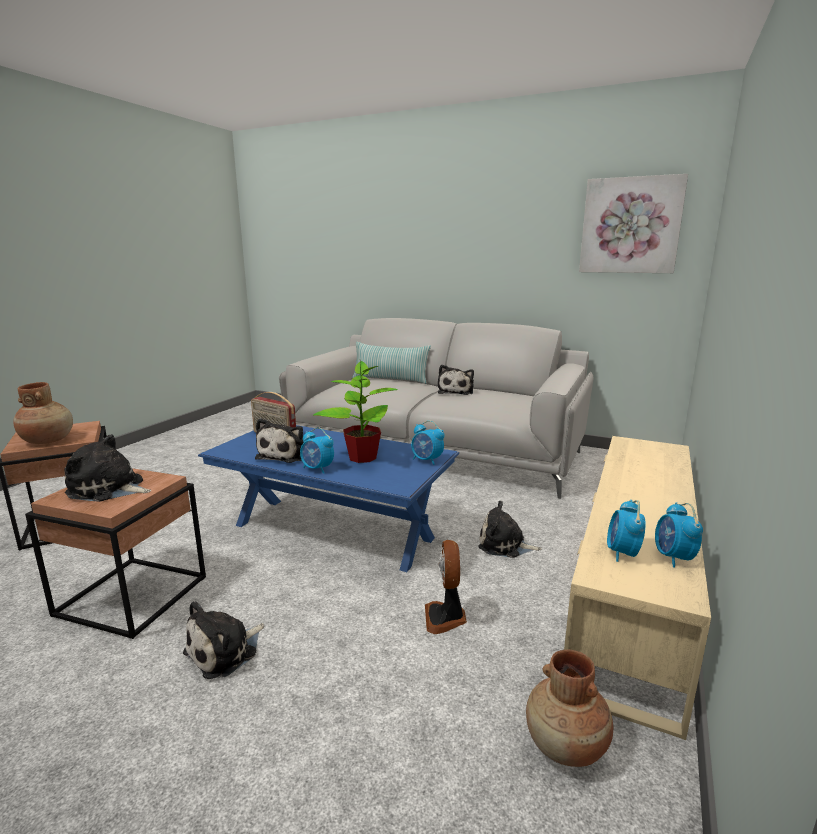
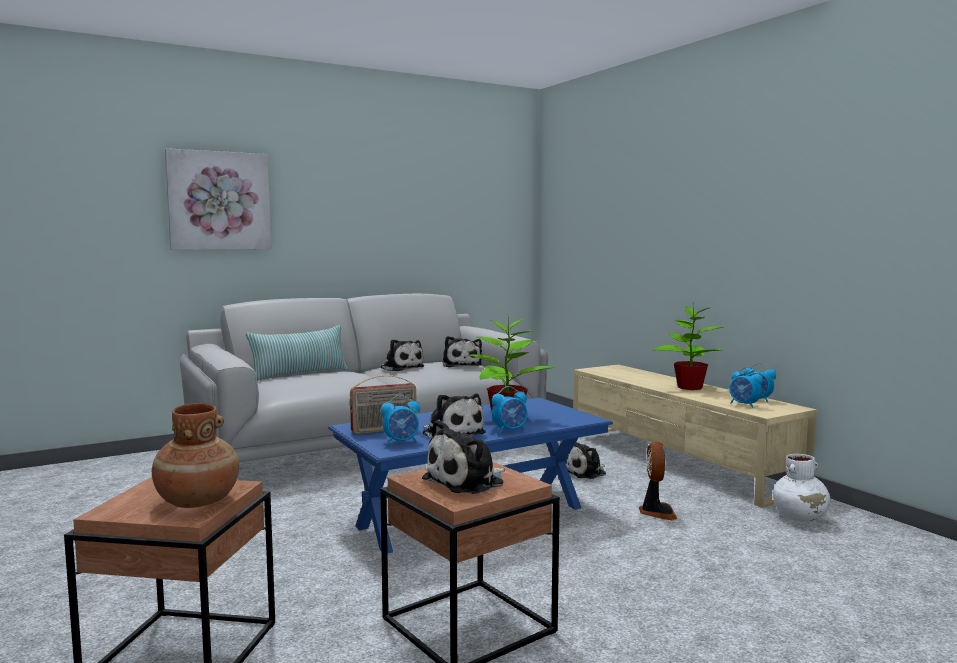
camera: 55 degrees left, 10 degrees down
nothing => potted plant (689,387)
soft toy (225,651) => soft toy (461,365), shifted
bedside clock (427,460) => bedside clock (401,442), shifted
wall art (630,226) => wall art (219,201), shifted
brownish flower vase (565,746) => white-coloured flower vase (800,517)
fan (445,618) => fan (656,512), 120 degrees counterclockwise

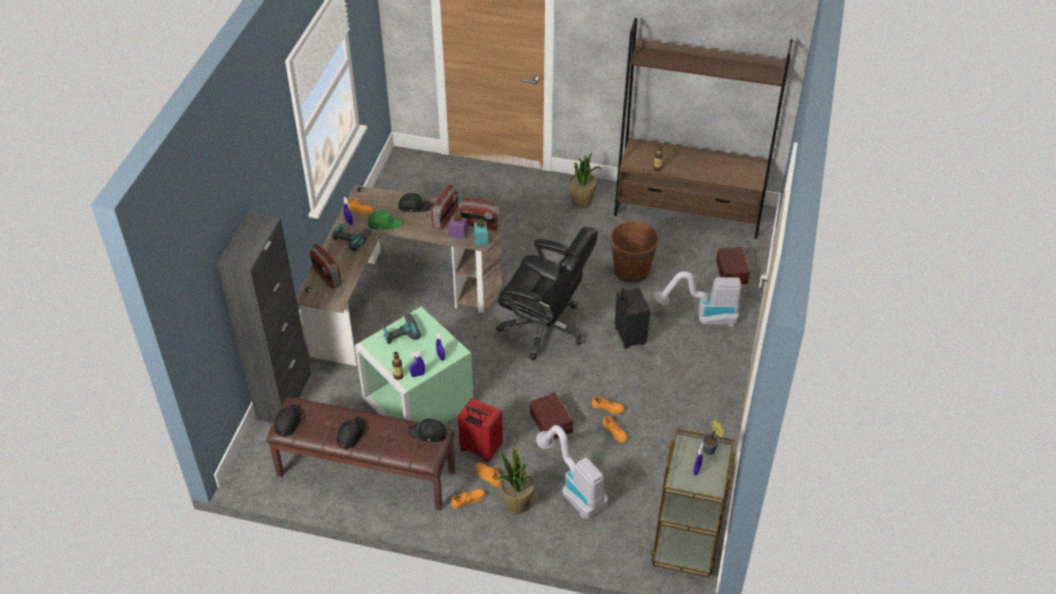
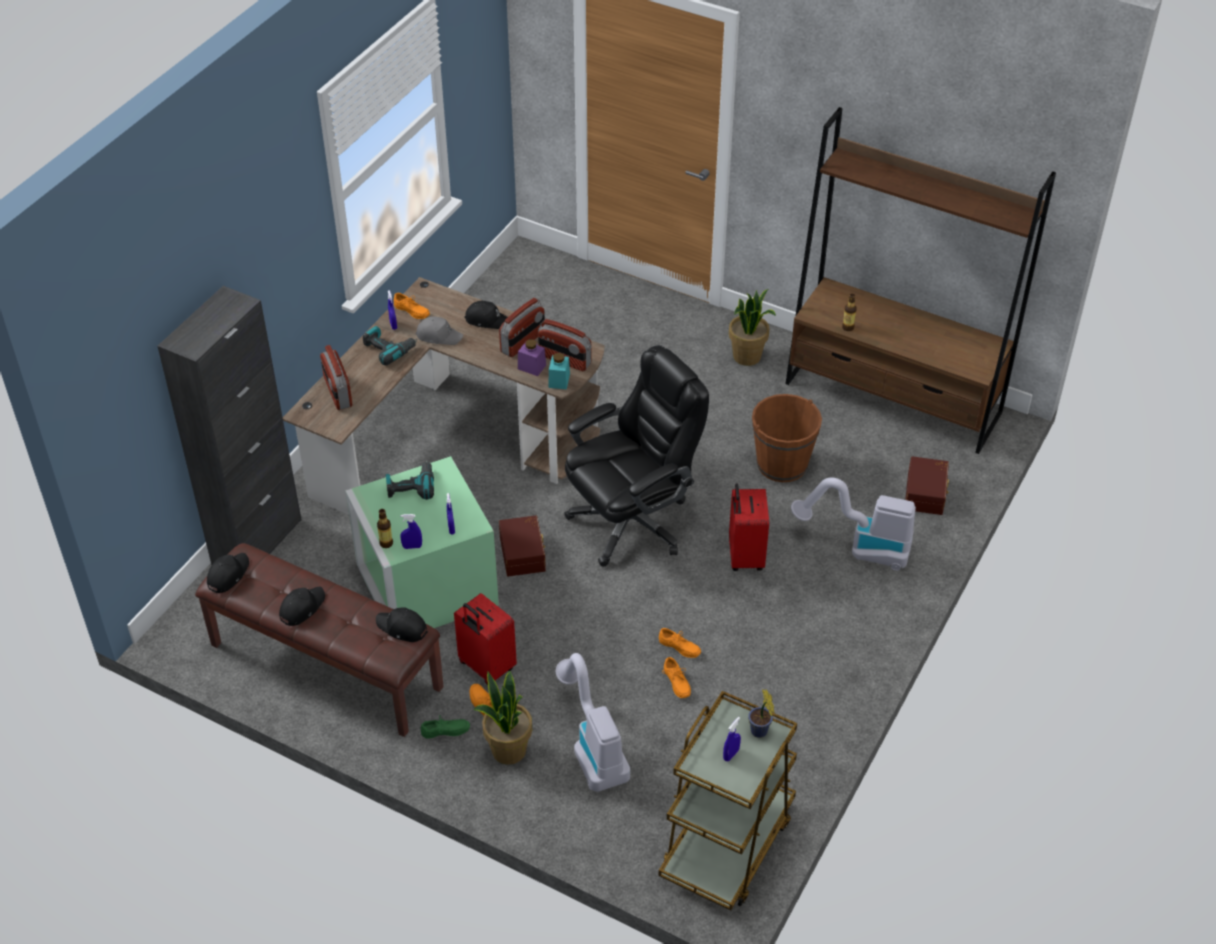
camera: 15 degrees right, 0 degrees up
brownish storage container (552,422) => brownish storage container (524,553), shifted
greenish cap (384,223) => grey cap (439,335)
orangey shoe (468,501) => greenish shoe (446,732)
black travel case (629,337) => red travel case (744,556)
black desk chair (544,328) => black desk chair (632,521), 75 degrees counterclockwise

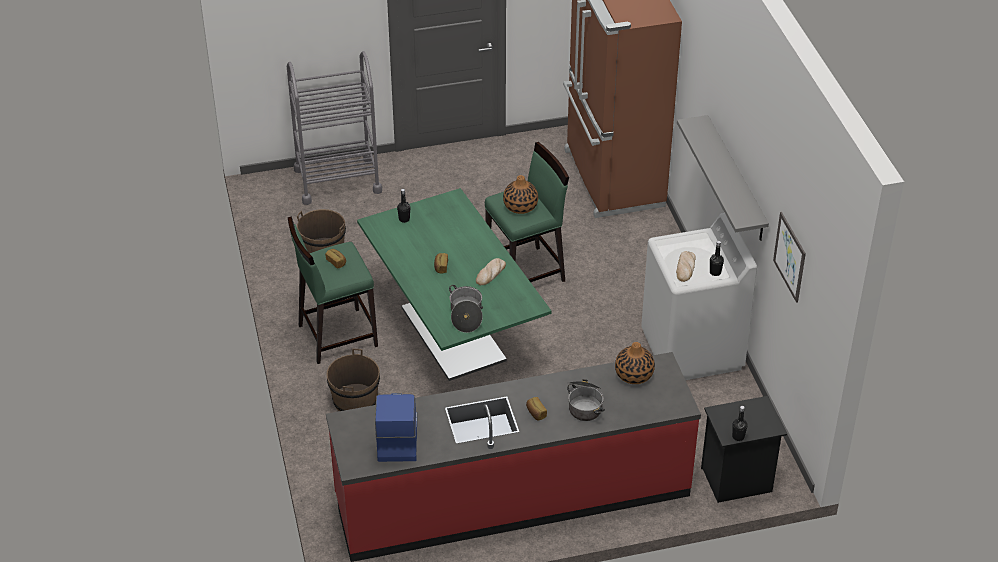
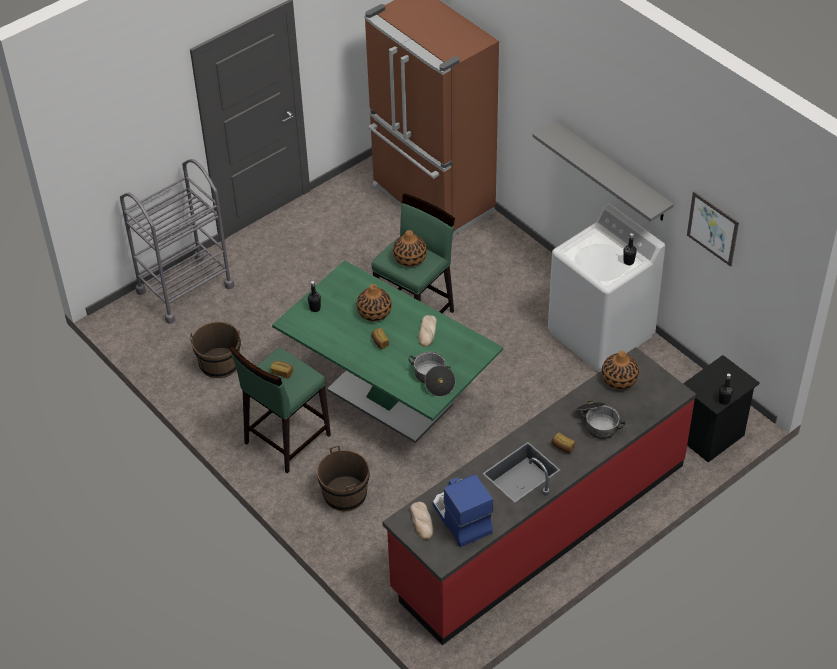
camera: 25 degrees left, 5 degrees up
nothing => flower vase (374,313)
bread (685,268) => bread (422,521), shifted

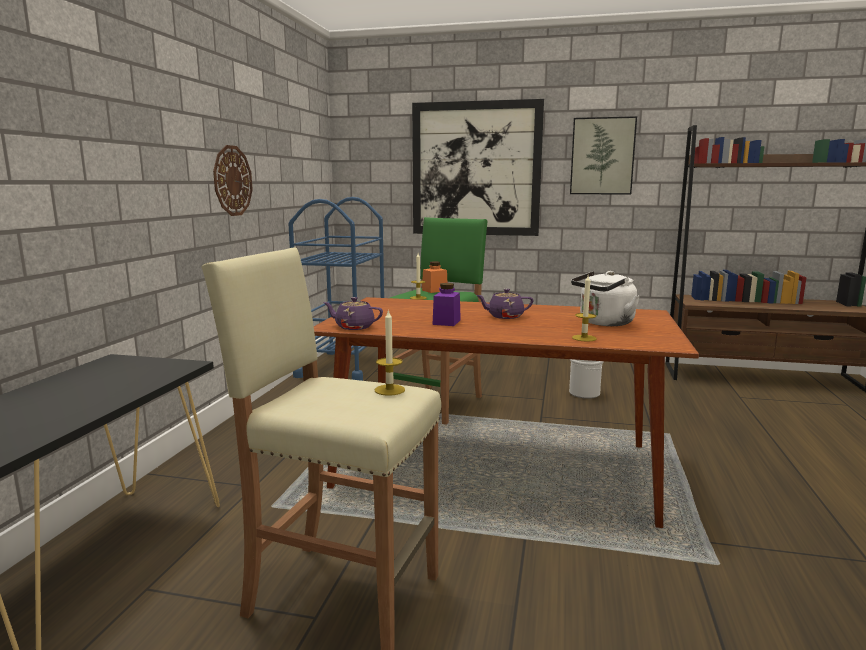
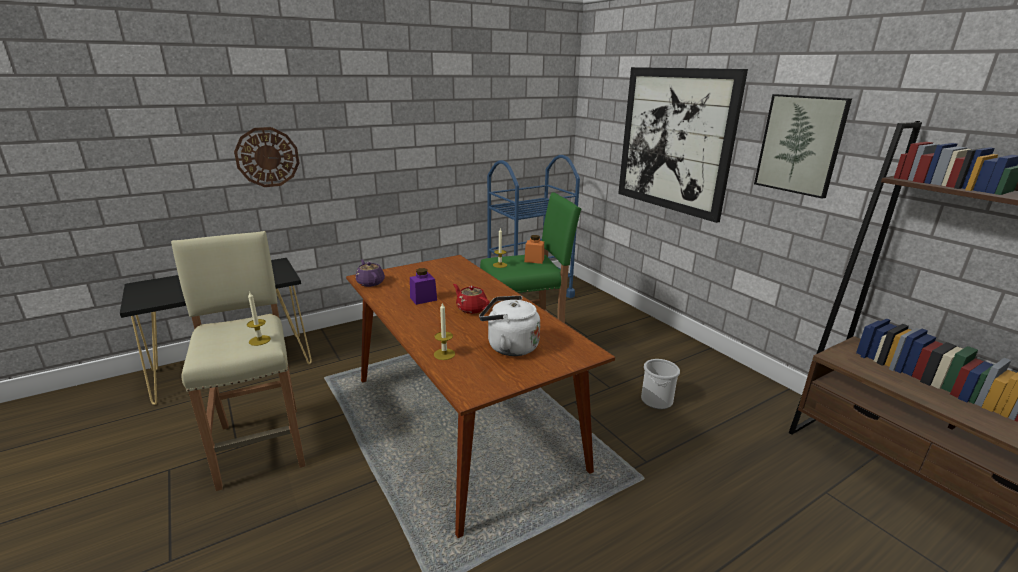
camera: 45 degrees right, 10 degrees up
clock on the wall (232,181) => clock on the wall (267,157), shifted
purple teapot (504,316) => red teapot (471,308)

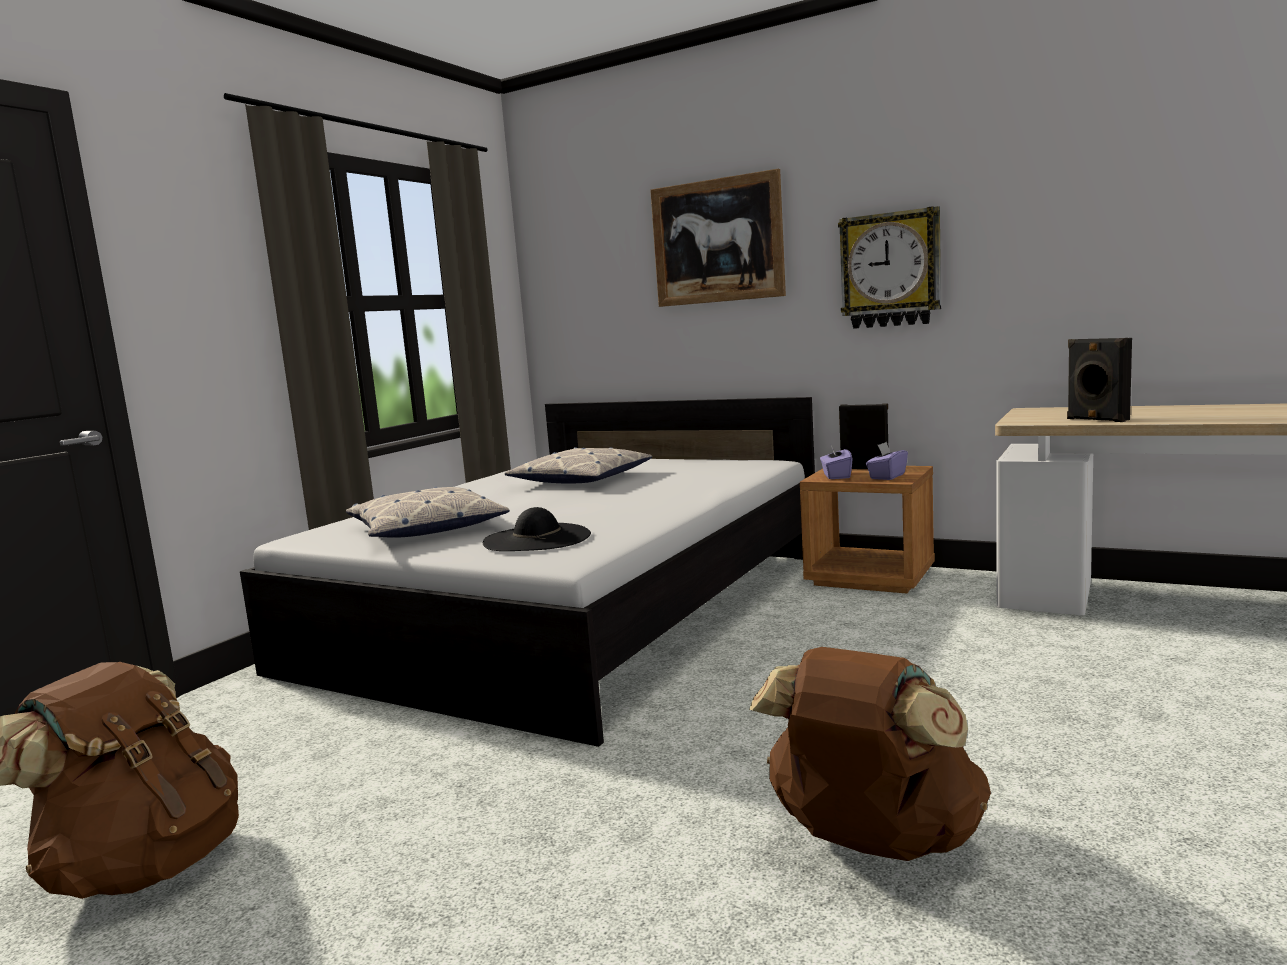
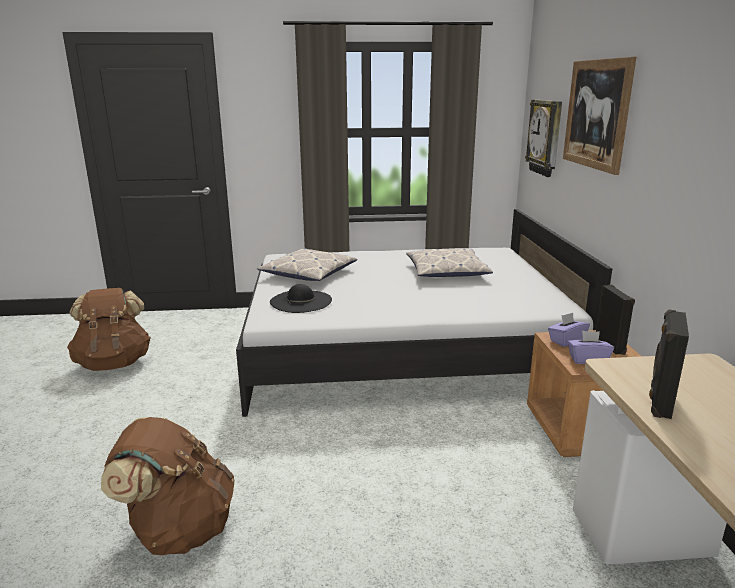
camera: 55 degrees right, 10 degrees up
clock on the wall (890,270) => clock on the wall (546,137), shifted

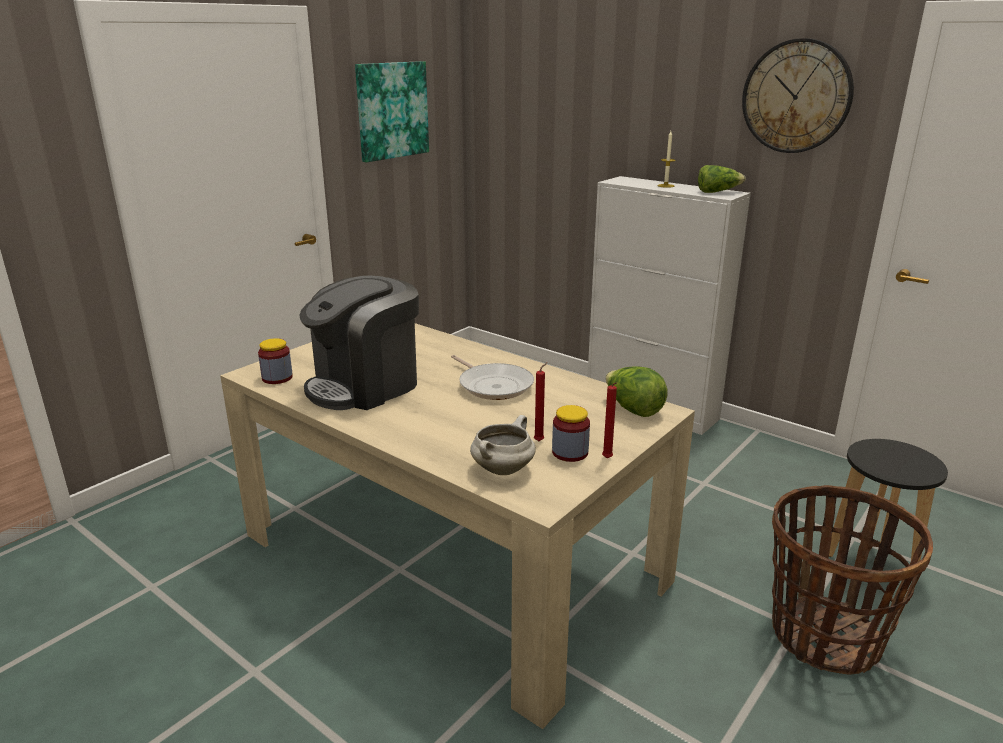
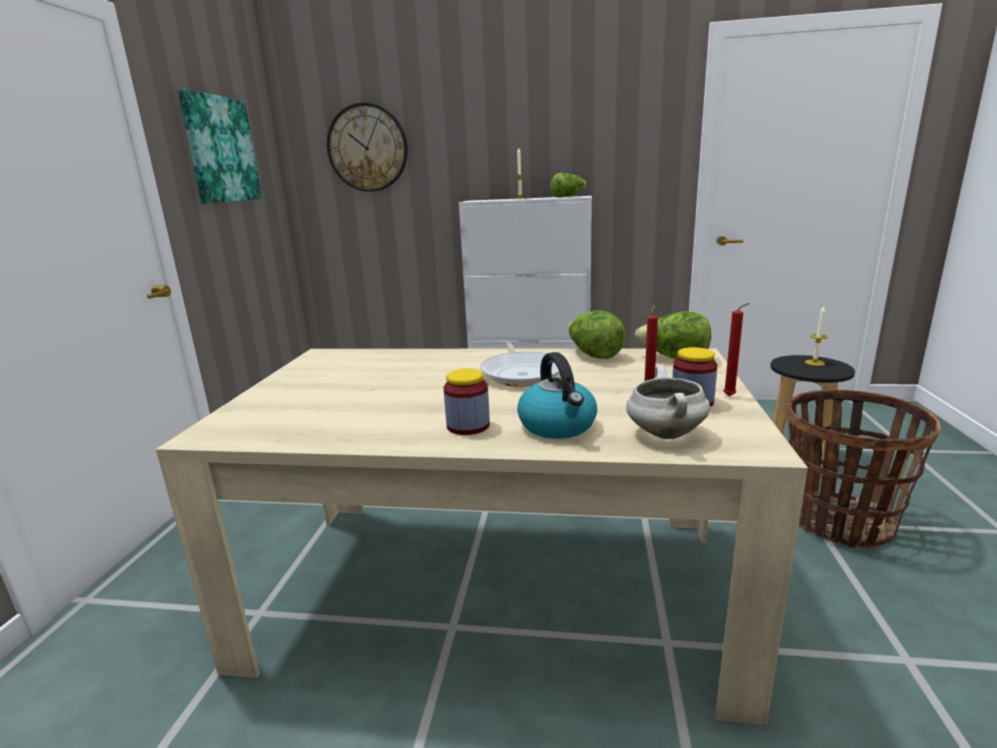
camera: 30 degrees left, 5 degrees down
coffee machine (365,386) => nothing
nothing => kettle (558,426)
nothing => head of lettuce (593,355)
nothing => candle (814,362)
storage jar (277,378) => storage jar (468,426), shifted
clock on the wall (796,96) => clock on the wall (367,148), shifted
frying pan (493,385) => frying pan (522,373), 60 degrees clockwise

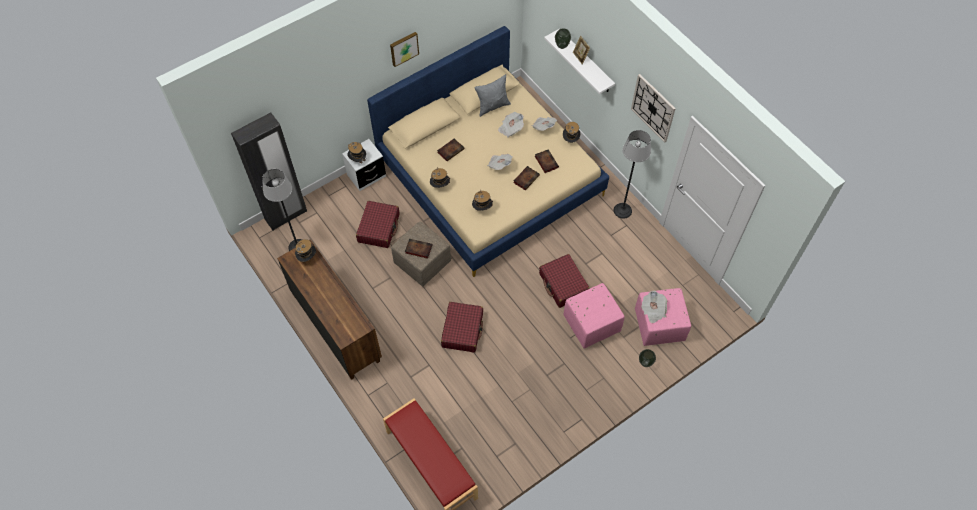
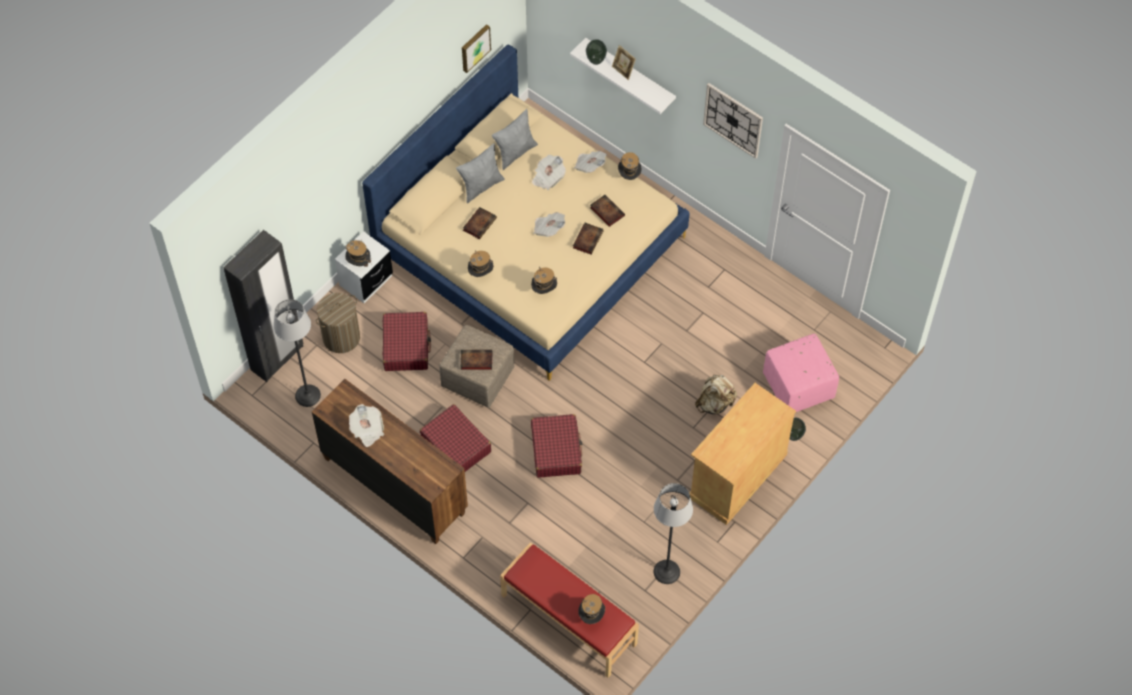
camera: 15 degrees left, 0 degrees up
nothing => laundry basket (341,337)
nothing => grey cushion (481,186)
nothing => sand-coloured cabinet (737,475)
wearable hat (307,258) => wearable hat (591,616), shifted
wall art (403,48) => wall art (474,47), shifted
red travel case (563,284) => red travel case (456,446), shifted
standing lamp (622,210) => standing lamp (666,571), shifted
newspaper (653,310) => newspaper (367,430), shifted
pinkish pouffe (592,323) => sand-coloured knapsack (715,403)

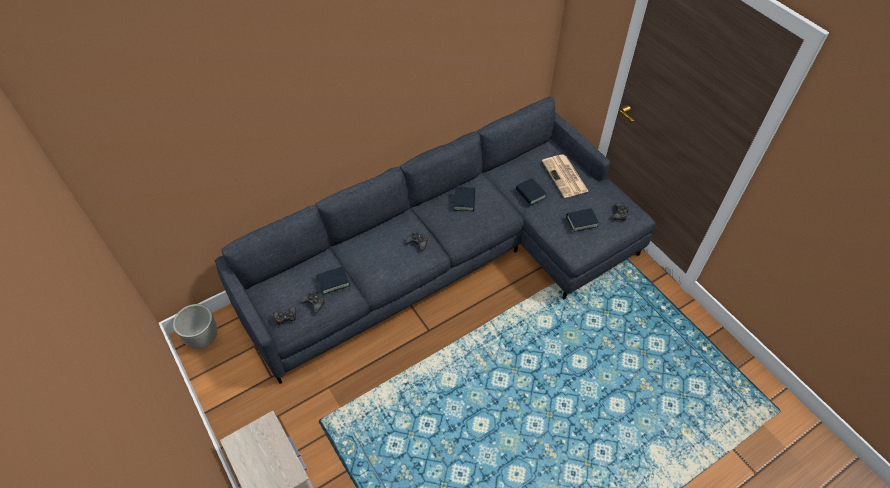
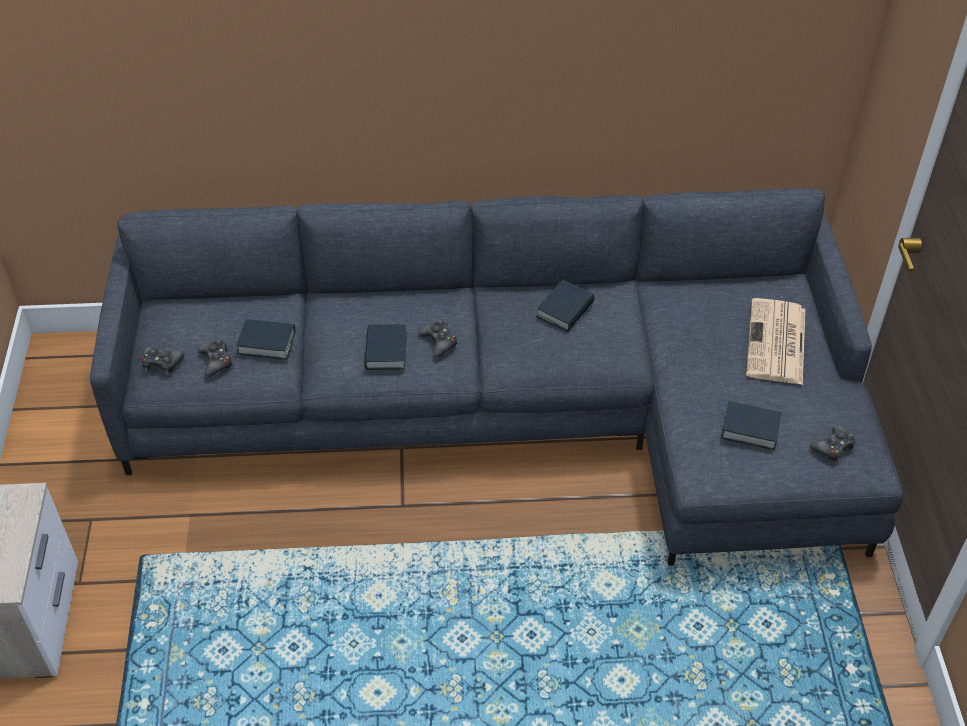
camera: 30 degrees right, 5 degrees down
flower pot (203,338) => nothing
book (530,194) => book (385,351), shifted

